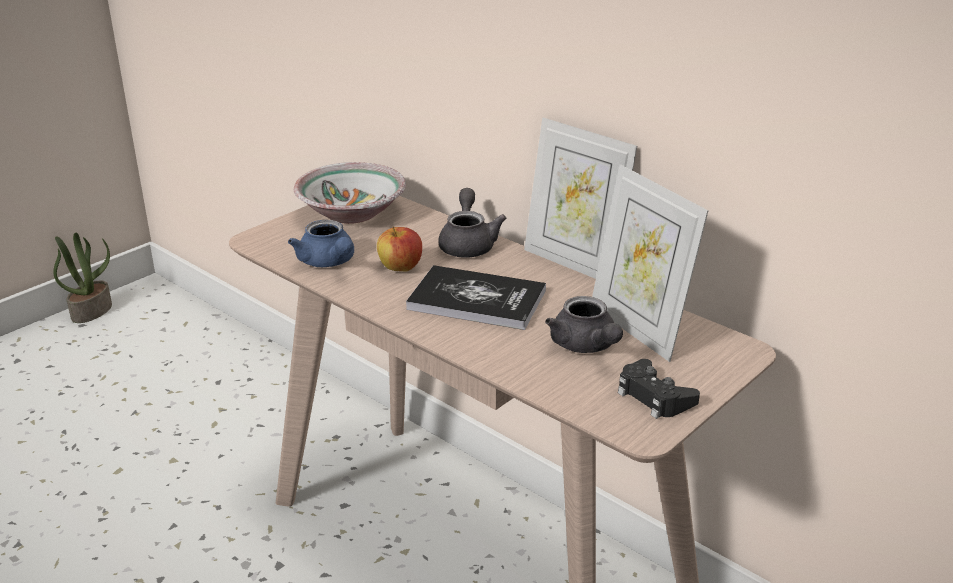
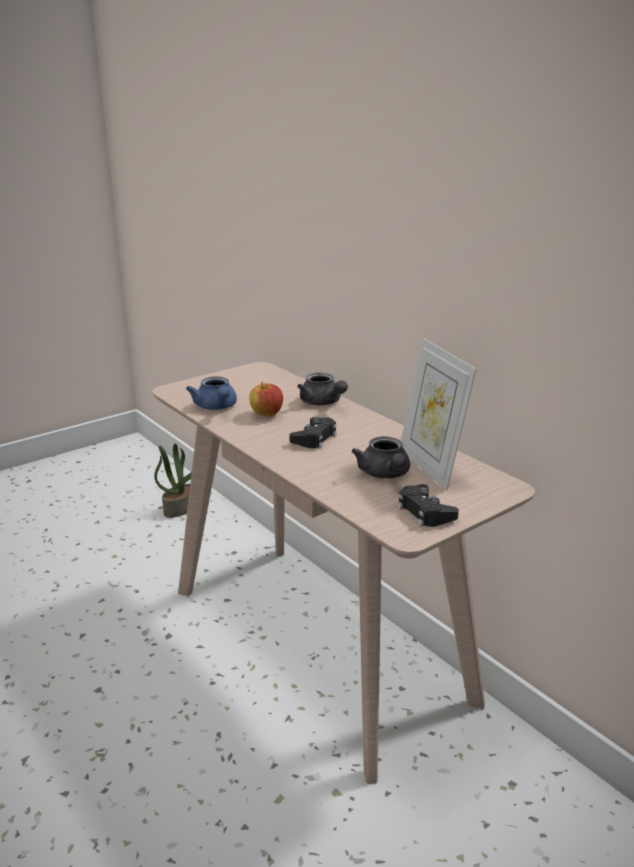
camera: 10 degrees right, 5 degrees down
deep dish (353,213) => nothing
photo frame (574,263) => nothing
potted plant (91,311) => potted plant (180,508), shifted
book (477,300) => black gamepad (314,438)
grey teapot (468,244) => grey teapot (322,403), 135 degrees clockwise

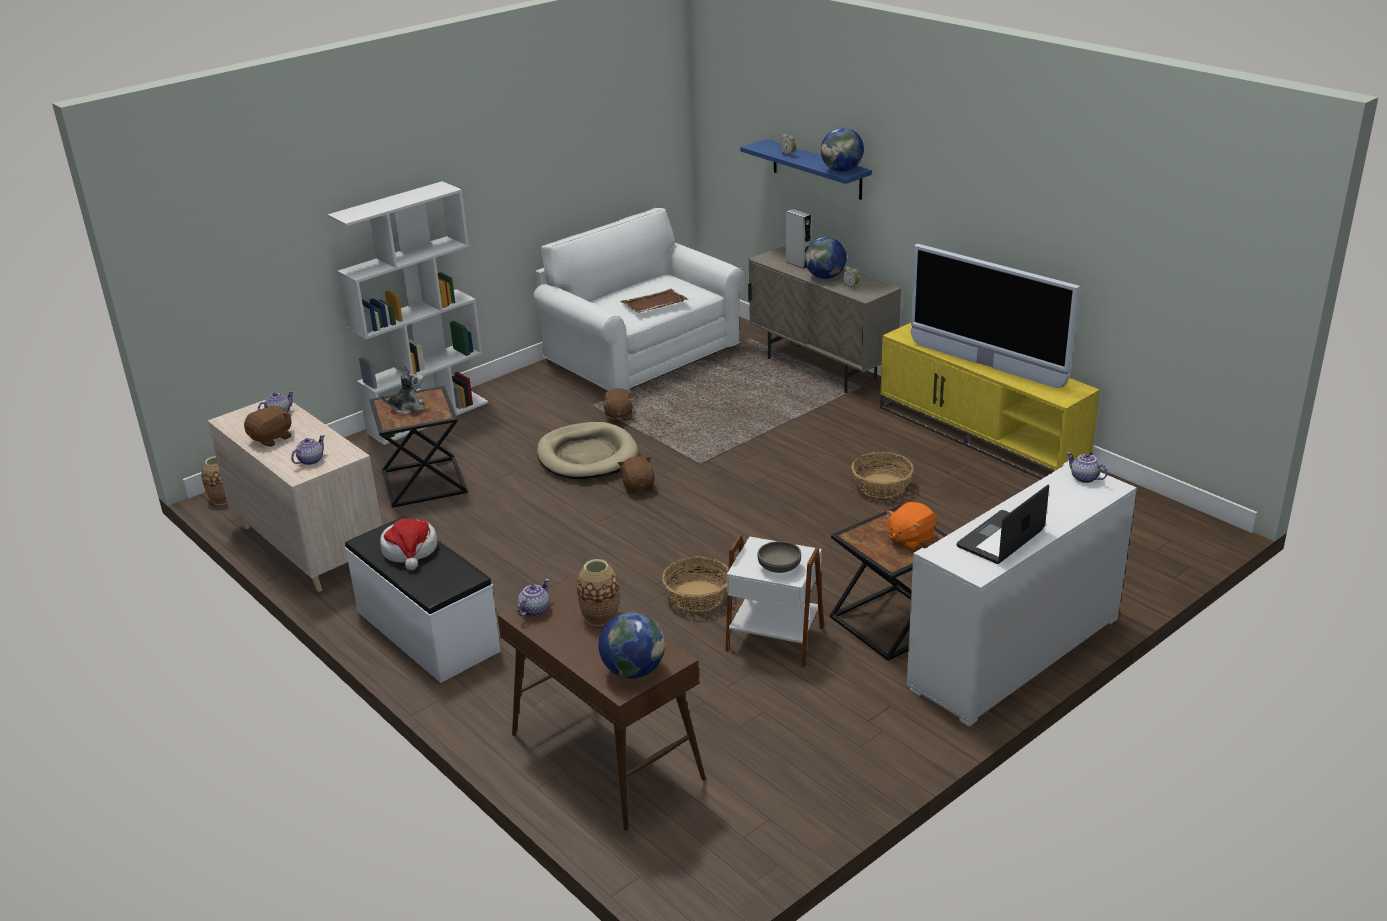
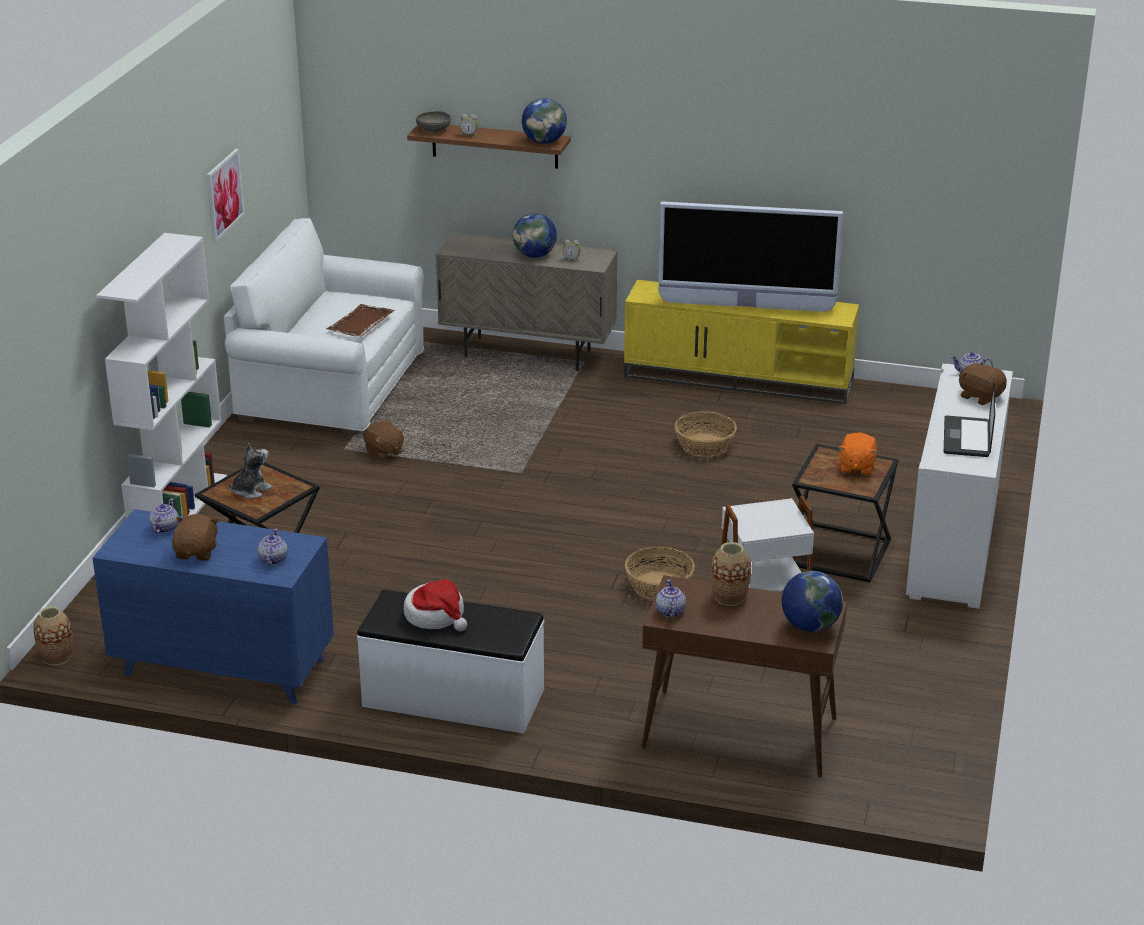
camera: 35 degrees left, 0 degrees up
sand-coloured dog bed (587,456) => nothing
grey audio speaker (798,264) => nothing
nothing => wall art (224,194)
brownish soft toy (638,486) => brownish soft toy (980,396), shifted
grey deep dish (779,567) => grey deep dish (434,130), shifted
sand-coloured chest of drawers (308,545) => blue chest of drawers (222,667)
blue wall shelf (817,169) => brownish wall shelf (494,145)

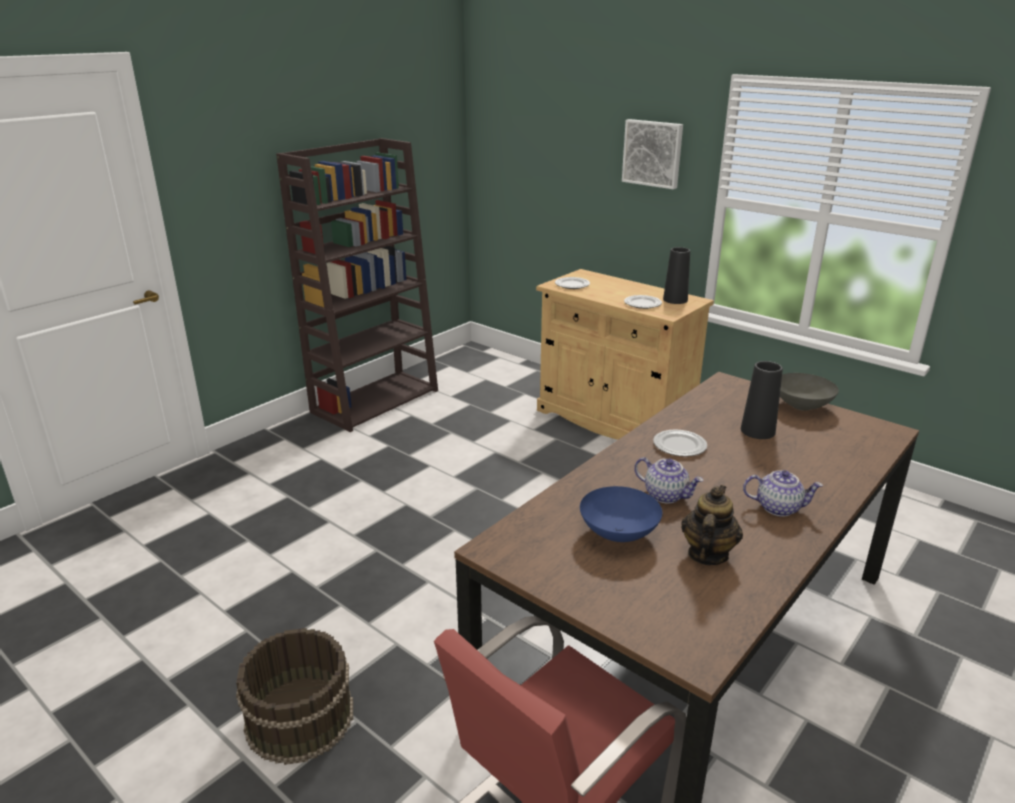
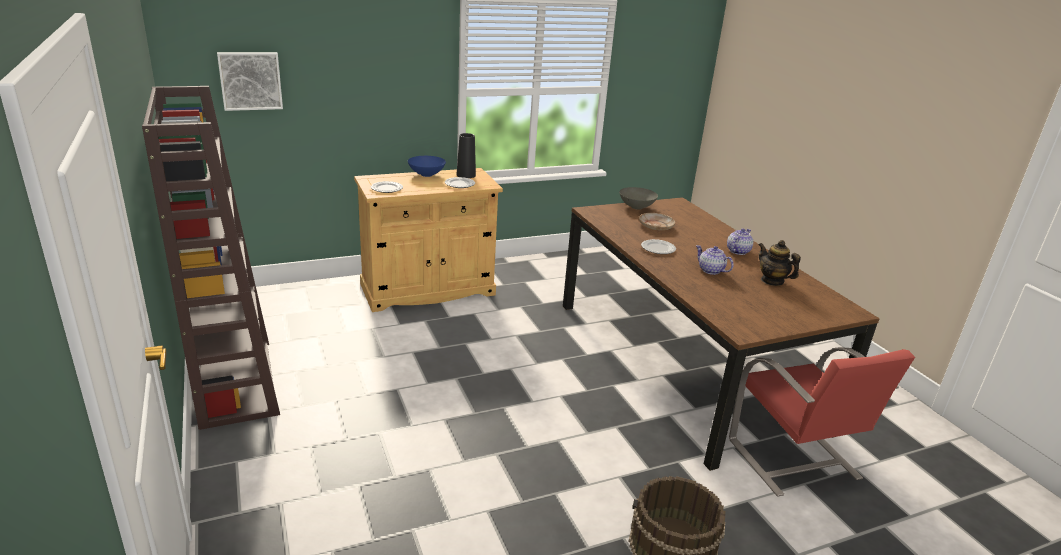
camera: 65 degrees left, 0 degrees up
blue deep dish (619,533) => blue deep dish (427,174), shifted
wall art (653,153) => wall art (250,80), shifted
black flower vase (757,431) => sand-coloured flat dish (656,226)
teapot (666,495) => teapot (710,270), 105 degrees counterclockwise

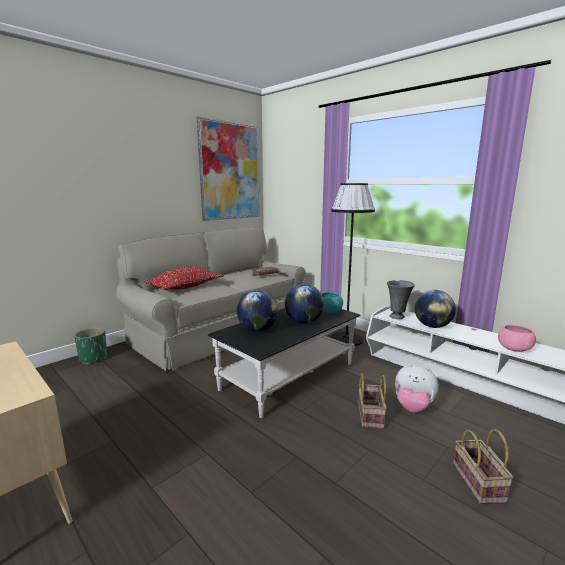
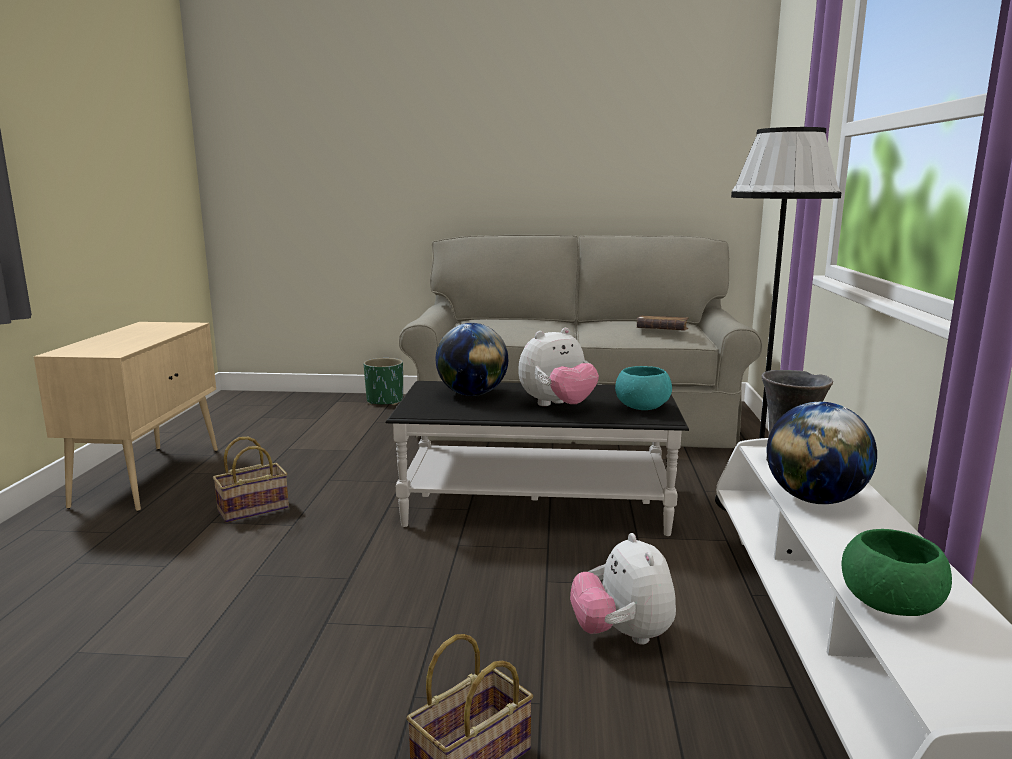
camera: 50 degrees right, 0 degrees up
red cushion (185,287) => nothing
wall art (230,171) => nothing
household basket (369,415) => household basket (254,508), shifted
globe (303,322) => soft toy (557,406)
pinkish deep dish (514,349) => greenish deep dish (890,604)

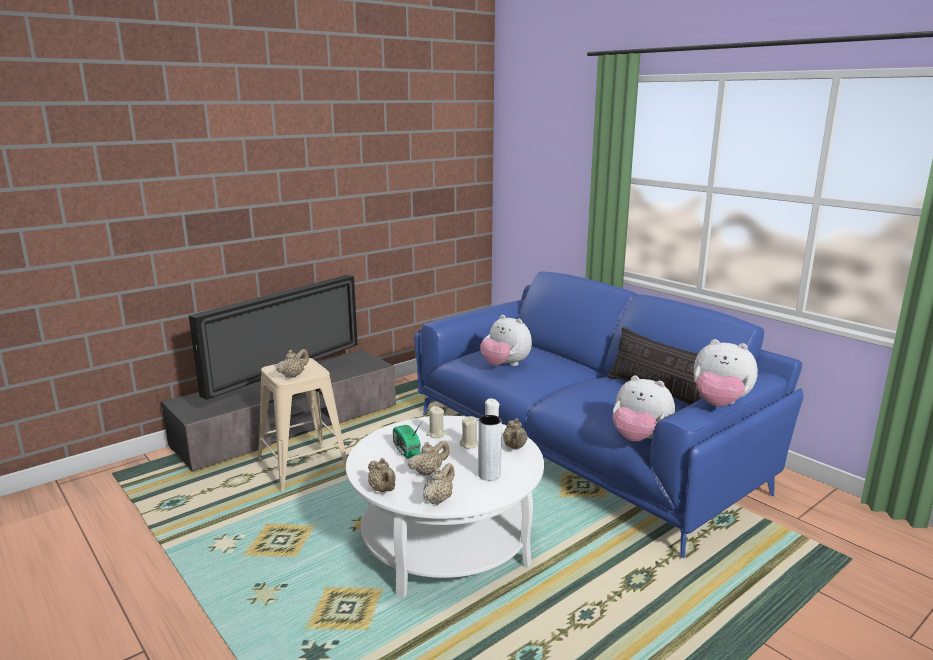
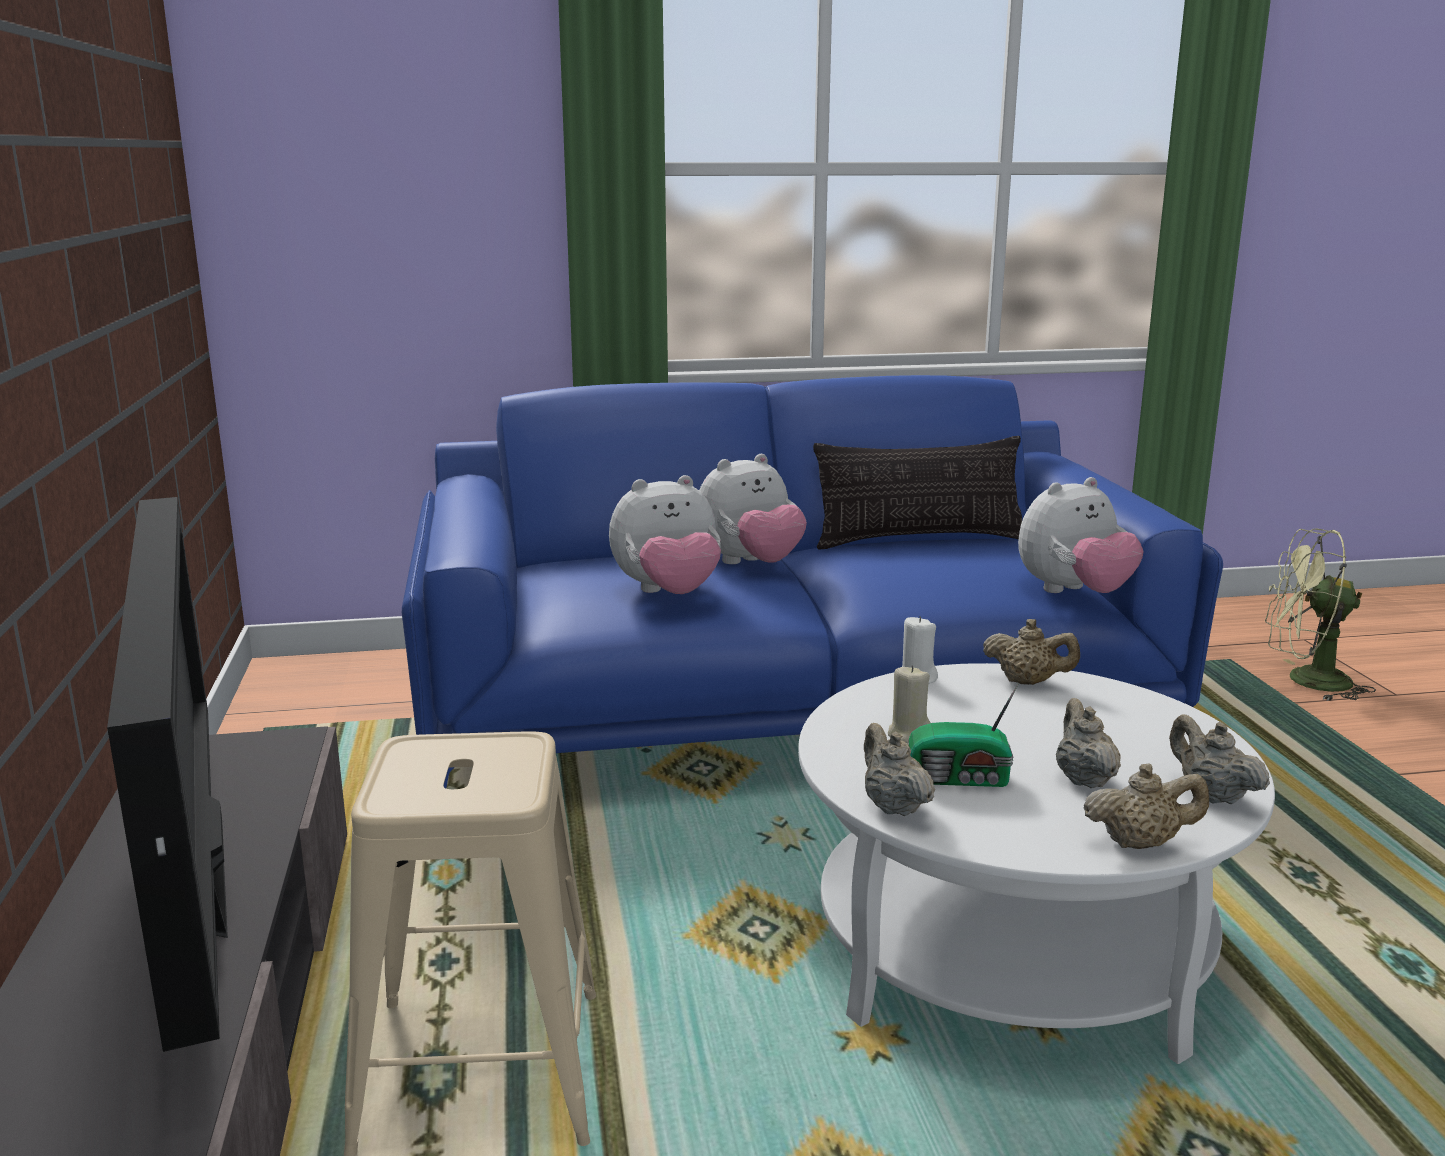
camera: 60 degrees left, 0 degrees up
sand-coloured candle (469,444) => nothing
grey flower vase (489,475) => nothing
nothing => greenish fan (1305,681)
sand-coloured teapot (293,375) => sand-coloured teapot (893,806), shifted
soft toy (719,404) => soft toy (750,564), shifted

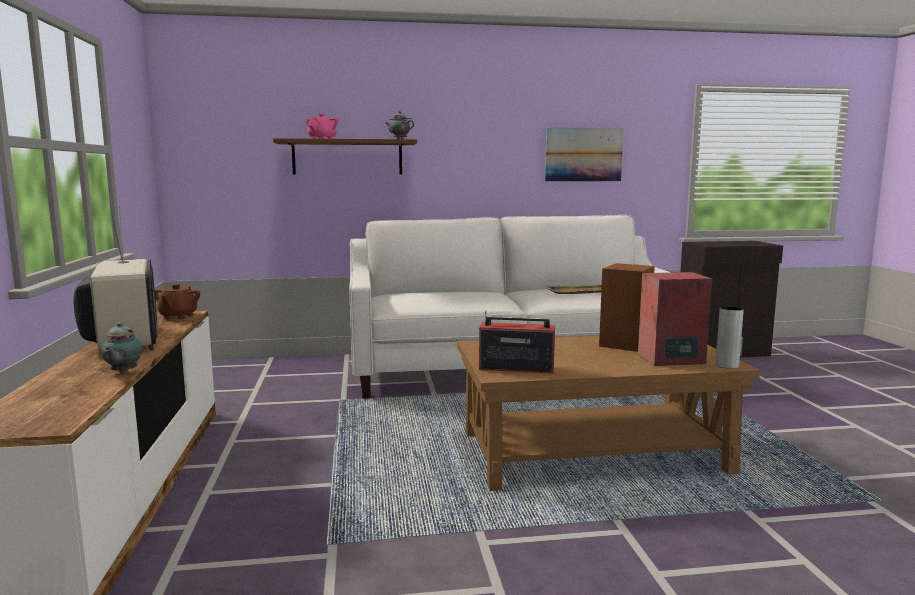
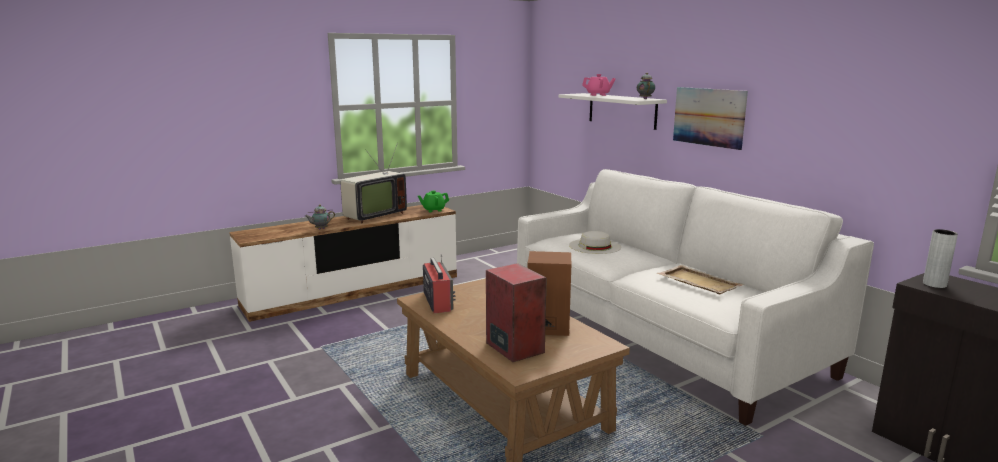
camera: 65 degrees right, 5 degrees up
nothing => white-coloured wearable hat (595,246)
wall art (583,154) => wall art (708,117), shifted
grey flower vase (727,365) => grey flower vase (934,284), shifted
brownish teapot (178,316) => greenish teapot (433,210)
brownish wall shelf (347,157) => white-coloured wall shelf (622,110)

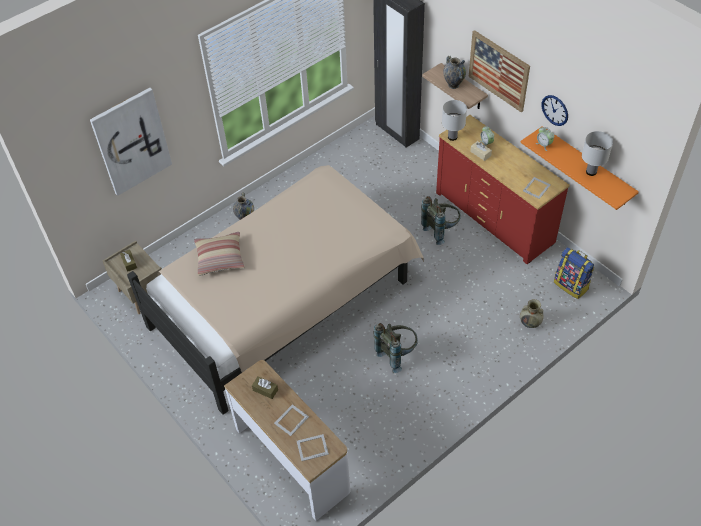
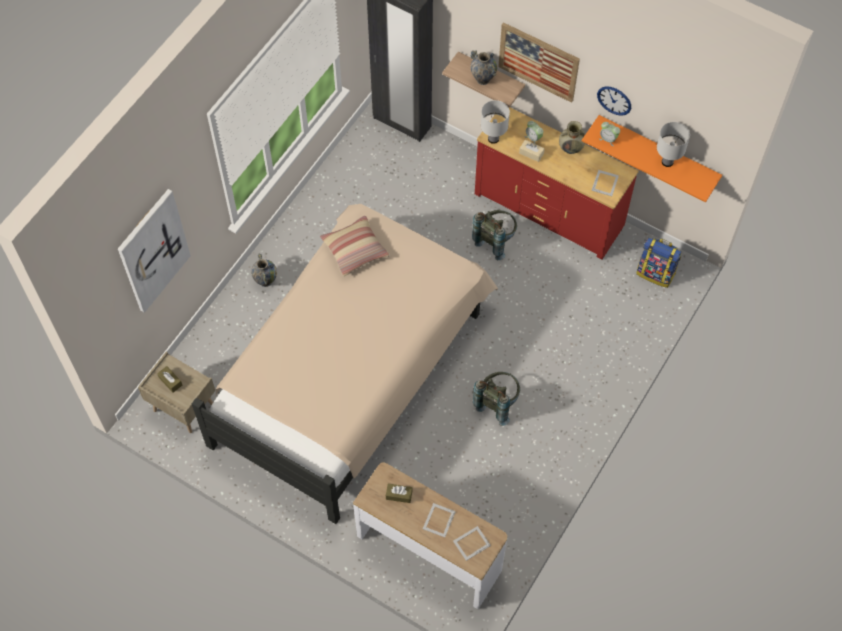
camera: 20 degrees left, 10 degrees up
cushion (220,258) => cushion (354,250), shifted
sand-coloured flower vase (530,323) => sand-coloured flower vase (571,148), shifted

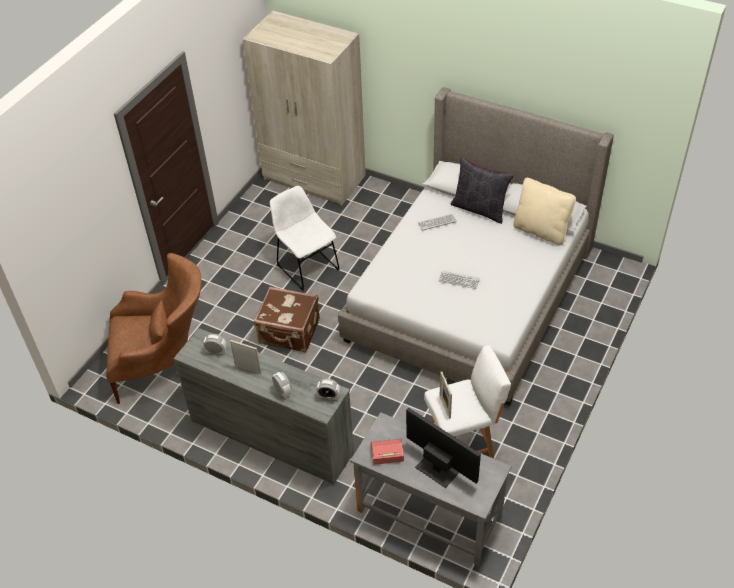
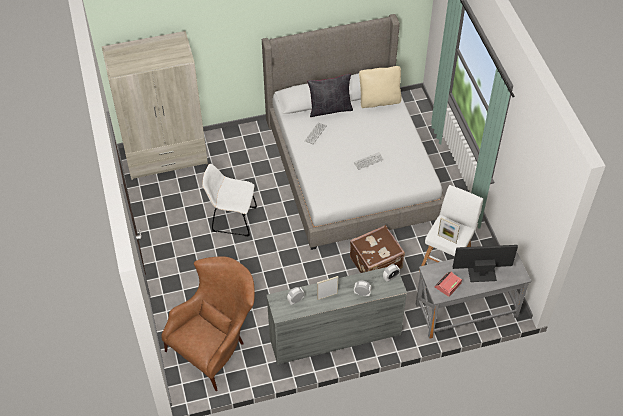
camera: 45 degrees left, 5 degrees up
brownish travel case (289,333) => brownish travel case (376,263), shifted

